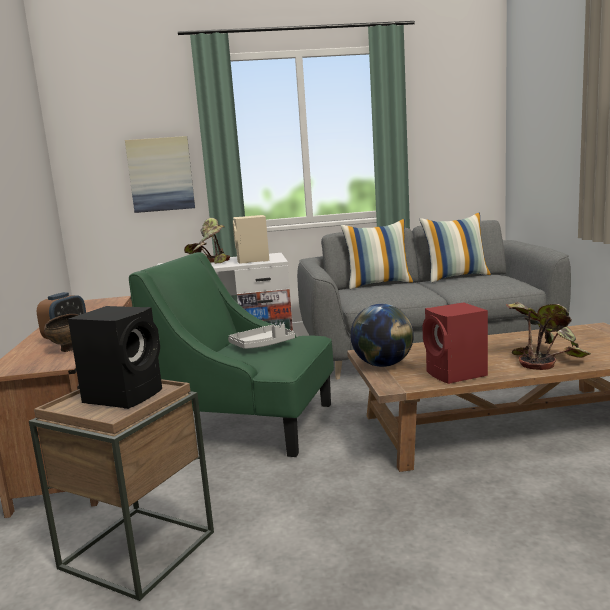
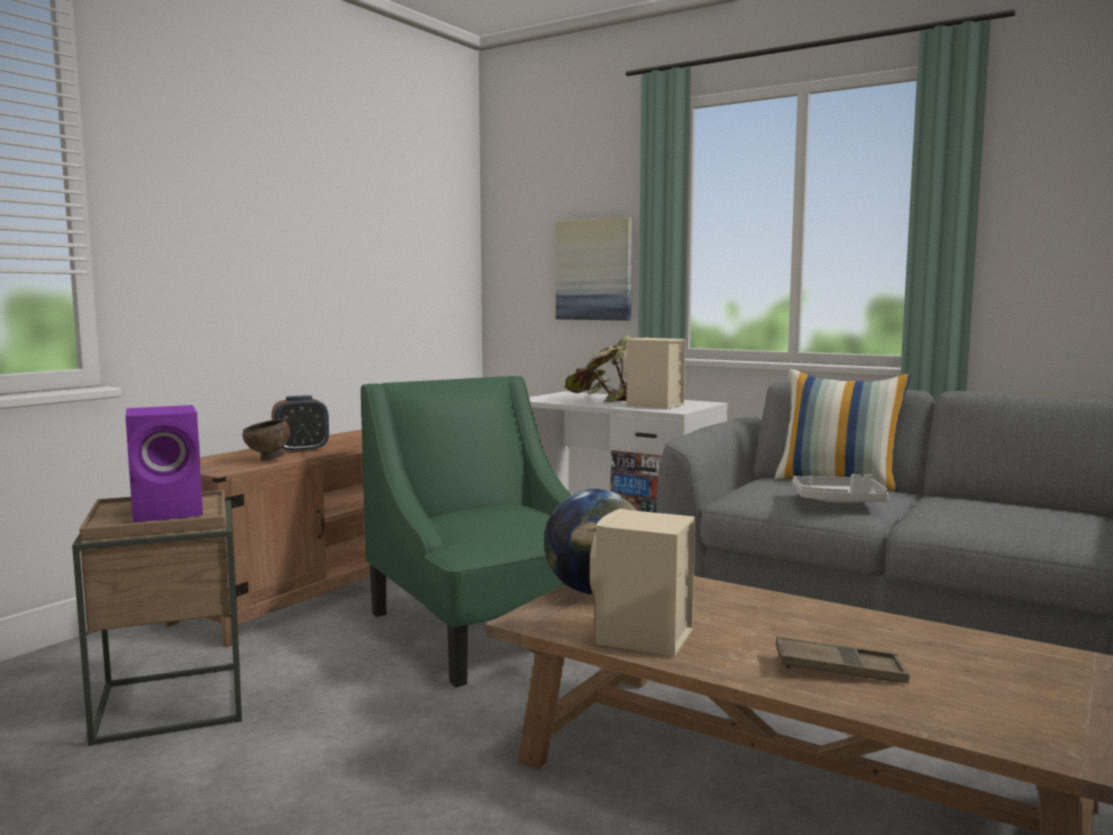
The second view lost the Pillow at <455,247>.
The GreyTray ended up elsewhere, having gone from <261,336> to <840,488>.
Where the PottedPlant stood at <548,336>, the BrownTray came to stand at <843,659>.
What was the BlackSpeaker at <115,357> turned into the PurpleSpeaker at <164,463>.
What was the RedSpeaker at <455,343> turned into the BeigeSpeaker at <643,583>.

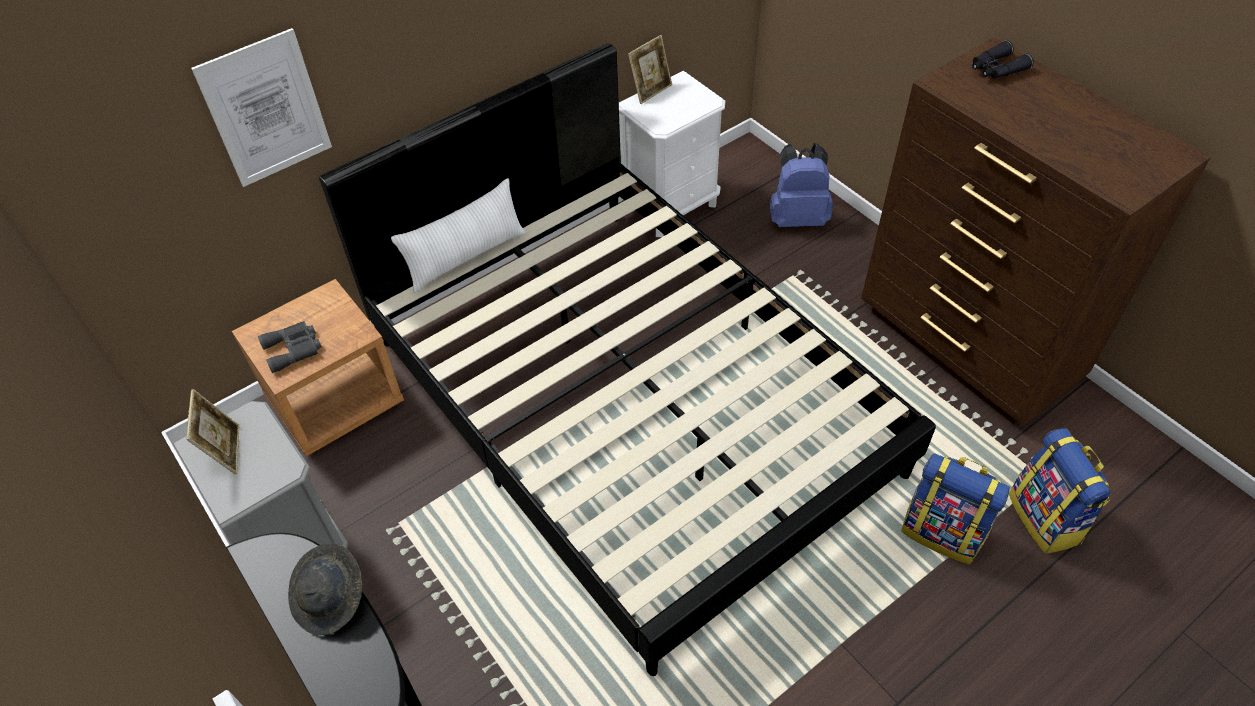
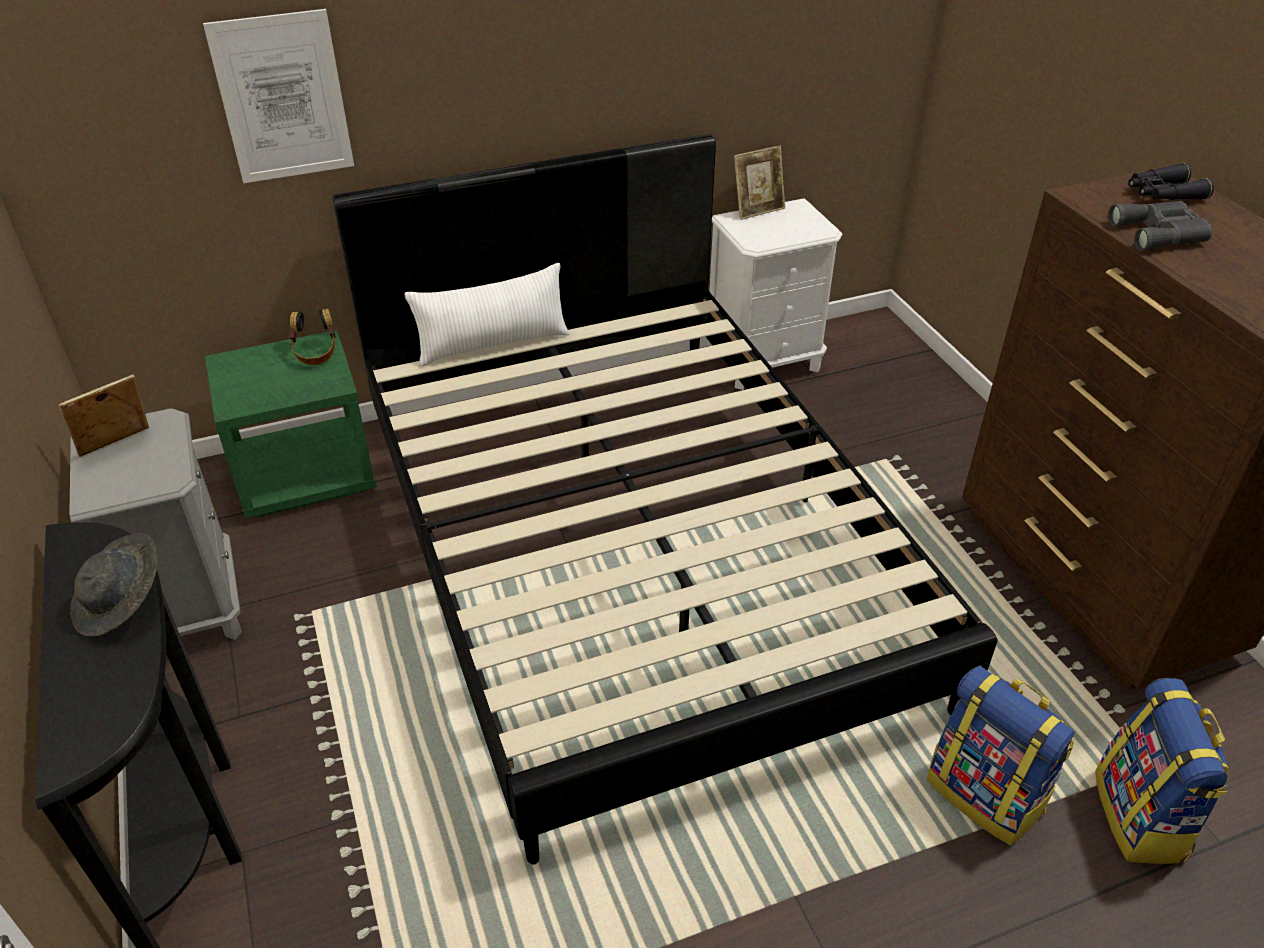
The second view lost the BlueBackpack at <801,184>.
The second view gained the Headphones at <313,337>.
The GreyBinoculars ended up elsewhere, having gone from <290,347> to <1160,226>.
What was the BrownNightstand at <318,367> turned into the GreenNightstand at <291,424>.
The PictureFrame at <213,431> ended up facing another way, 135 degrees counterclockwise from before.

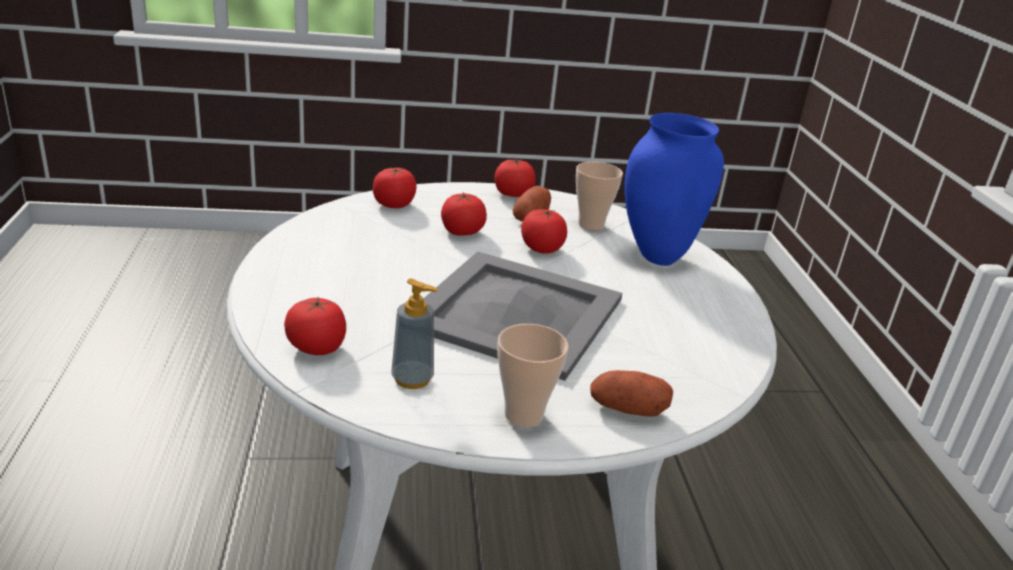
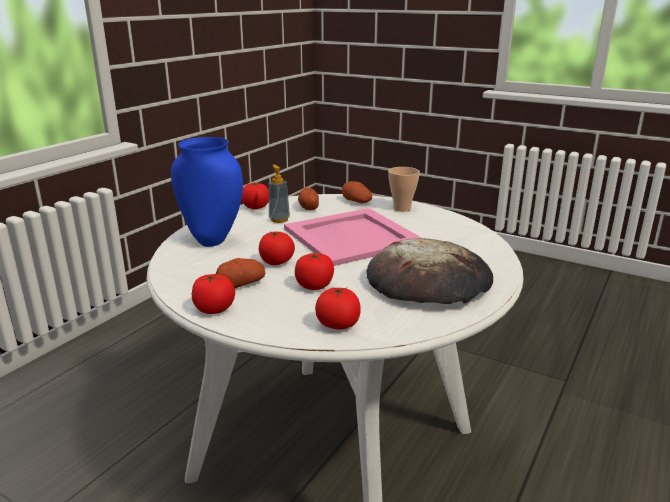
The second view lost the Cup at <599,196>.
The second view gained the Potato at <308,199>.
The second view gained the Bread at <429,271>.
The Tomato ended up elsewhere, having gone from <315,326> to <255,195>.
The SoapDispenser ended up elsewhere, having gone from <415,334> to <279,194>.
What was the GreyTray at <522,316> turned into the PinkTray at <353,237>.

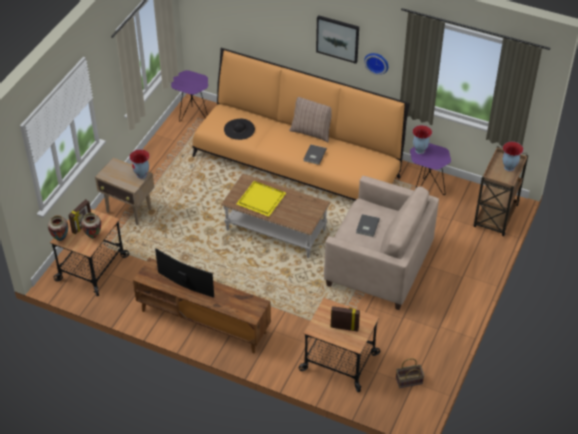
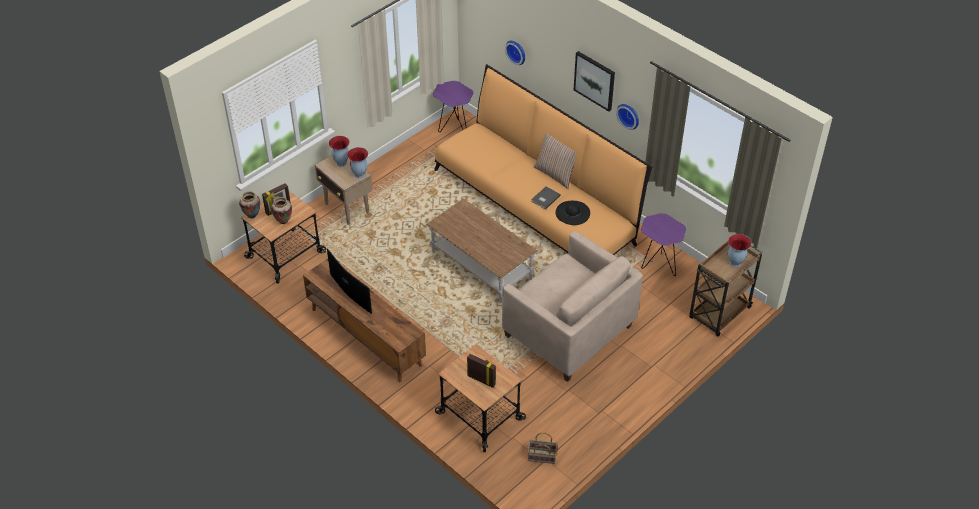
The second view lost the YellowTray at <261,199>.
The second view lost the GreyBook at <368,225>.
The second view gained the WallClock at <515,53>.
The BlackHat ended up elsewhere, having gone from <239,129> to <573,213>.
The Vase ended up elsewhere, having gone from <422,139> to <339,151>.

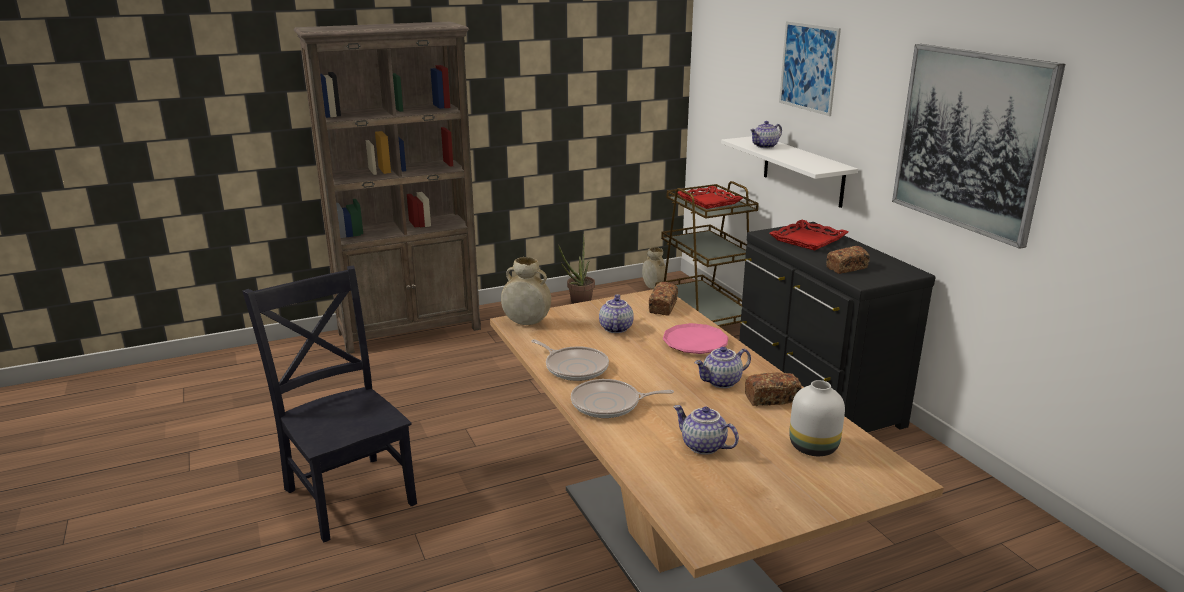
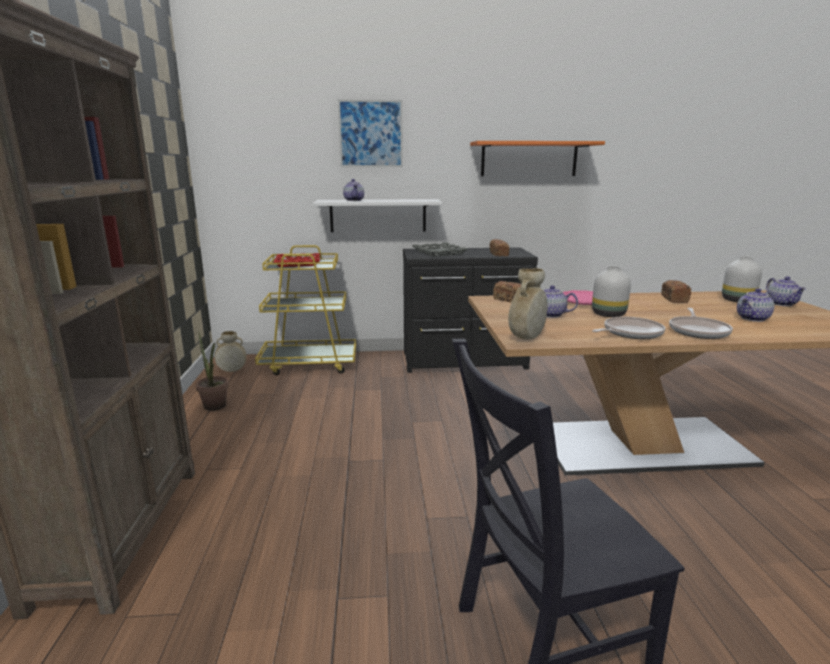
The second view gained the WhiteVase at <611,291>.
The Teapot ended up elsewhere, having gone from <722,367> to <786,291>.
Where the Picture hung at <978,146>, the OrangeShelf came to hang at <537,158>.
What was the BrownCart at <707,254> turned into the YellowCart at <305,310>.
What was the RedTray at <808,235> turned into the GreyTray at <440,249>.

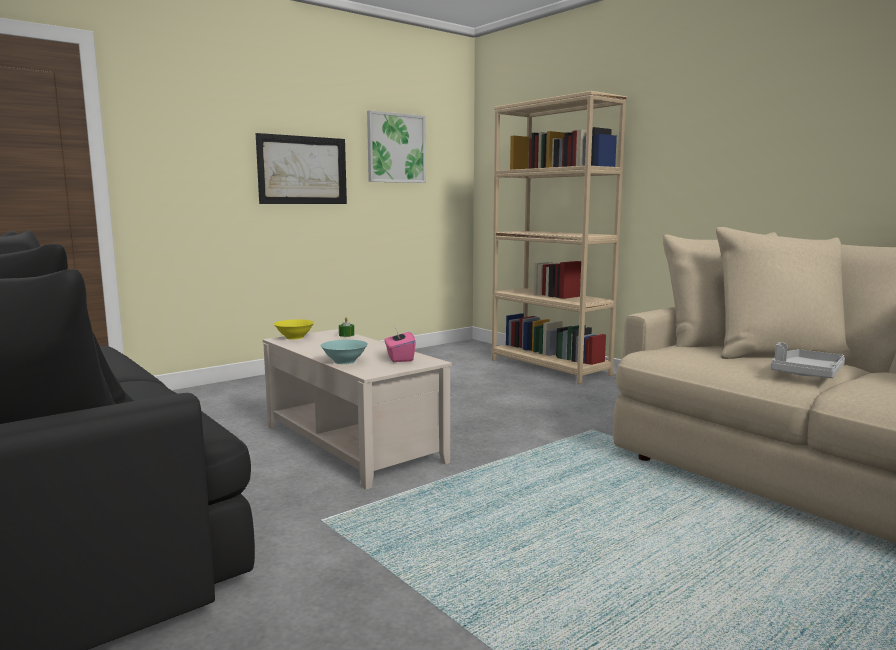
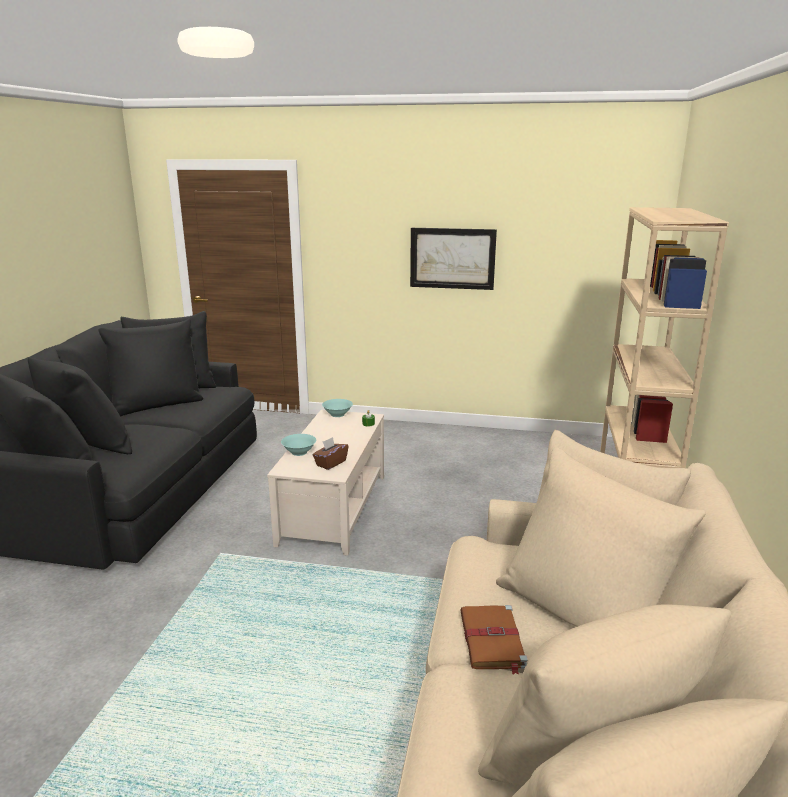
The second view lost the Picture at <396,146>.
Where the GreyTray stood at <808,360>, the BrownBook came to stand at <494,640>.
What was the YellowBowl at <294,329> turned into the TurquoiseBowl at <337,408>.
What was the PinkTissueBox at <400,343> turned into the BrownTissueBox at <331,453>.

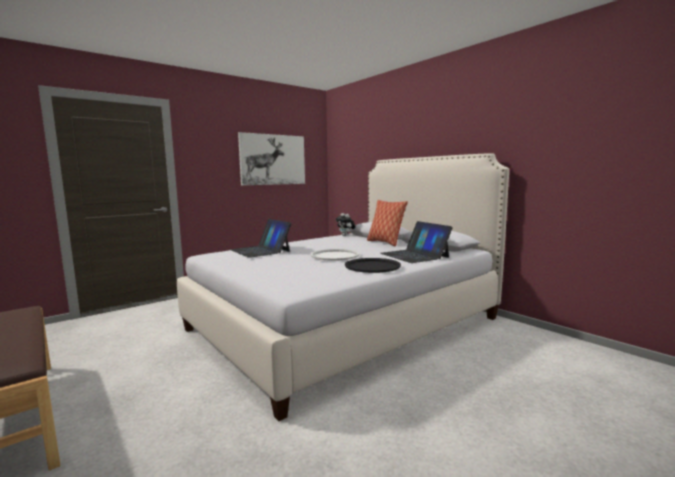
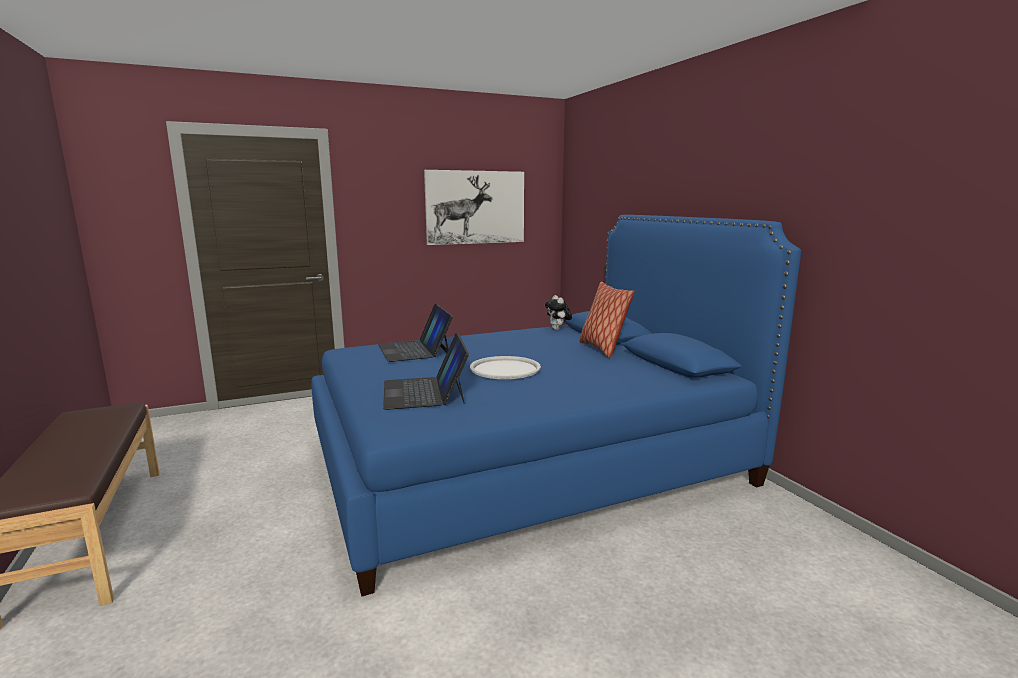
The second view lost the BlackTray at <373,265>.
The Laptop ended up elsewhere, having gone from <416,242> to <426,371>.
What was the WhiteBed at <343,287> turned into the BlueBed at <556,406>.

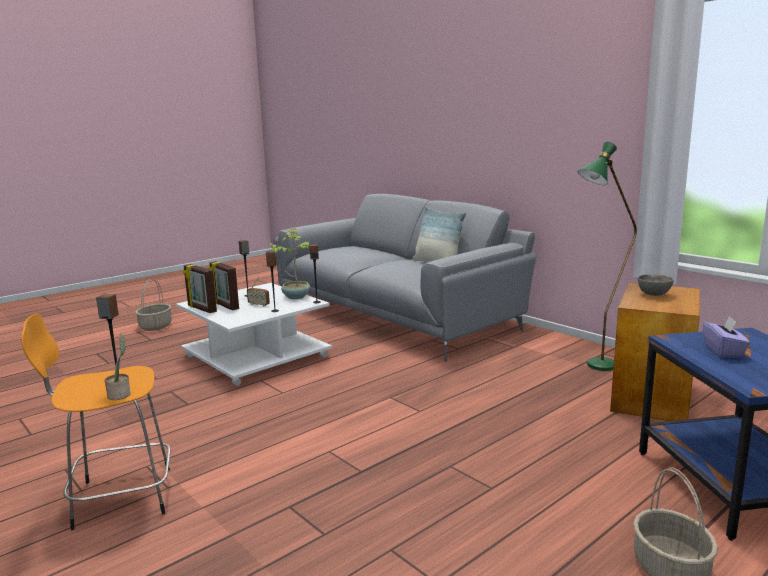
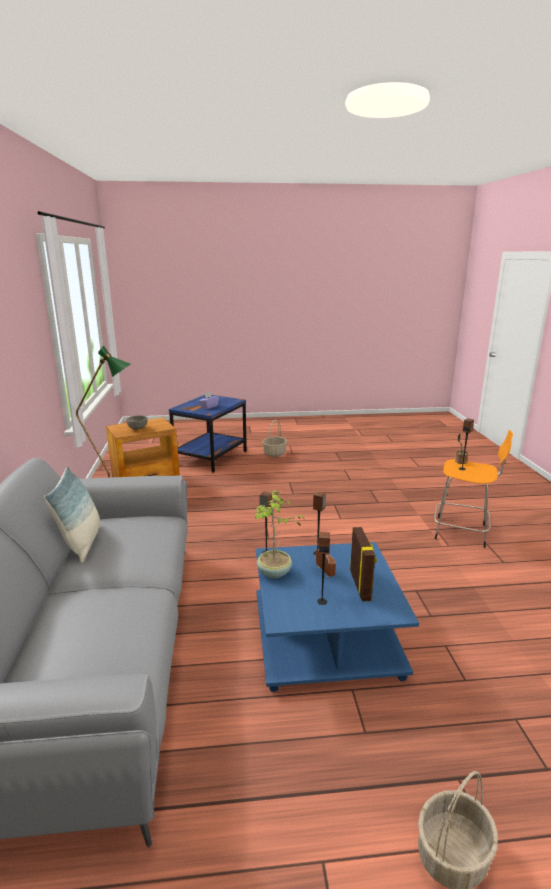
The second view lost the PictureFrame at <200,288>.
What was the WhiteCoffeeTable at <254,334> turned into the BlueCoffeeTable at <337,617>.

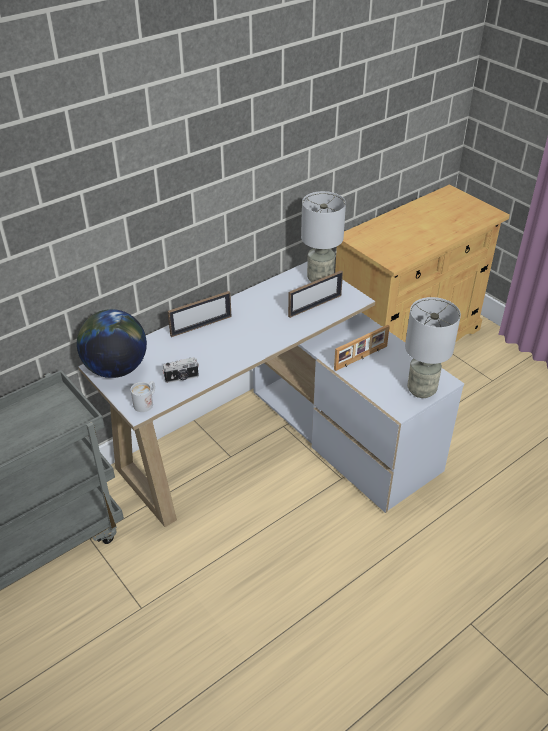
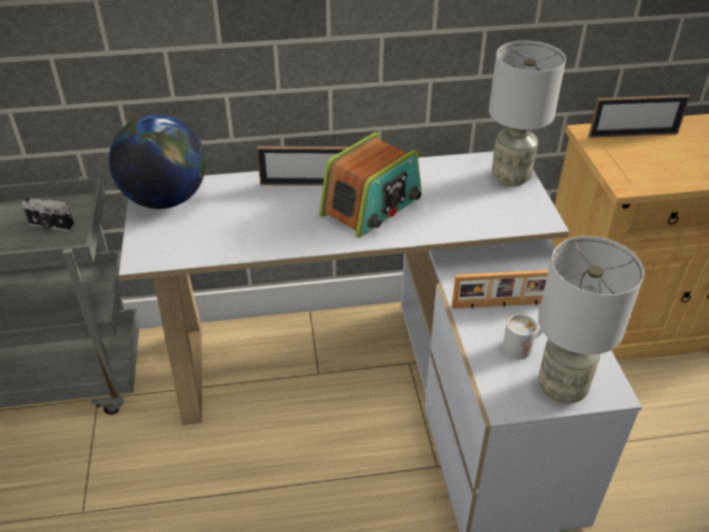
The second view gained the Radio at <370,185>.
The WhiteMug ended up elsewhere, having gone from <143,396> to <522,336>.
The PhotoCamera ended up elsewhere, having gone from <180,370> to <48,214>.
The PictureFrame ended up elsewhere, having gone from <315,294> to <639,116>.

